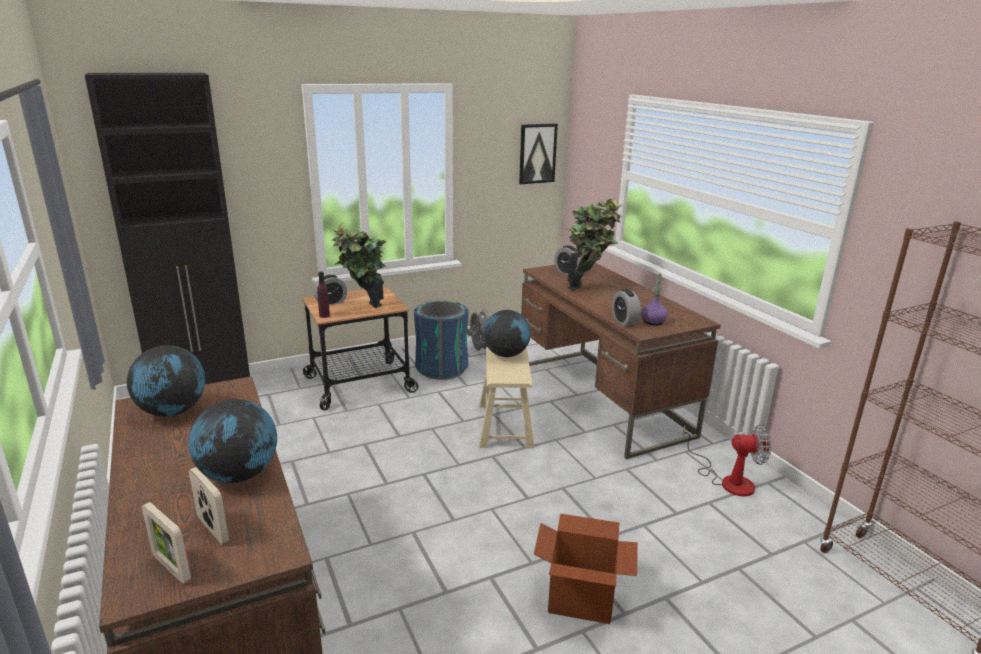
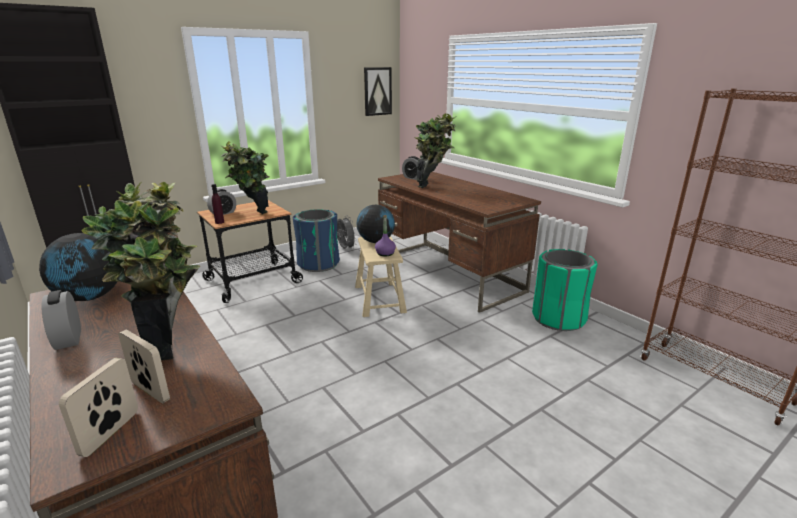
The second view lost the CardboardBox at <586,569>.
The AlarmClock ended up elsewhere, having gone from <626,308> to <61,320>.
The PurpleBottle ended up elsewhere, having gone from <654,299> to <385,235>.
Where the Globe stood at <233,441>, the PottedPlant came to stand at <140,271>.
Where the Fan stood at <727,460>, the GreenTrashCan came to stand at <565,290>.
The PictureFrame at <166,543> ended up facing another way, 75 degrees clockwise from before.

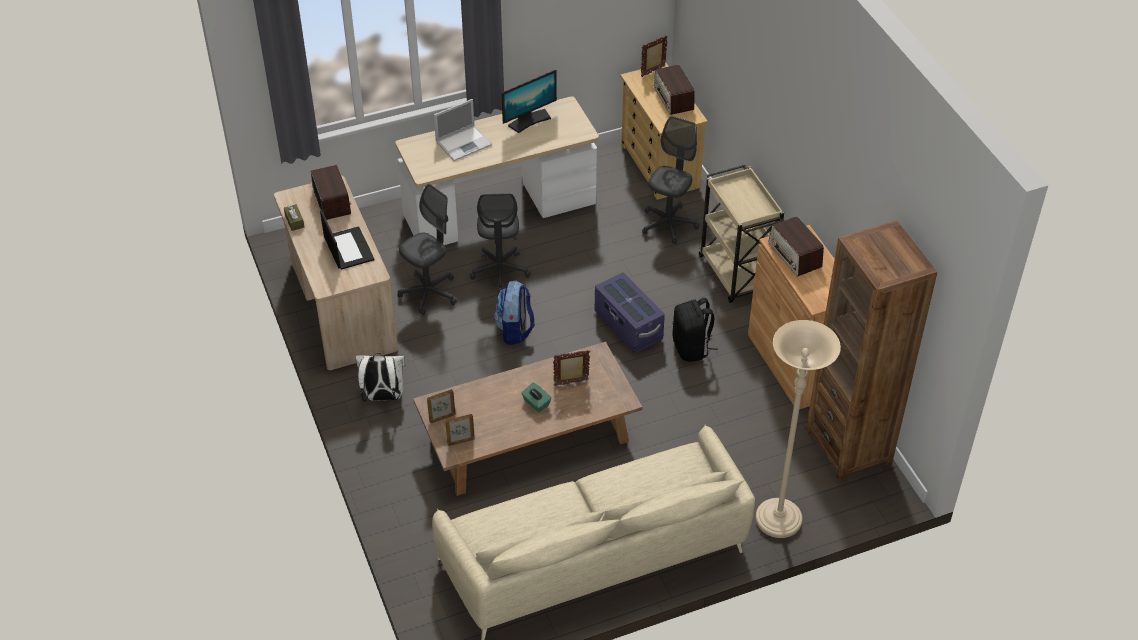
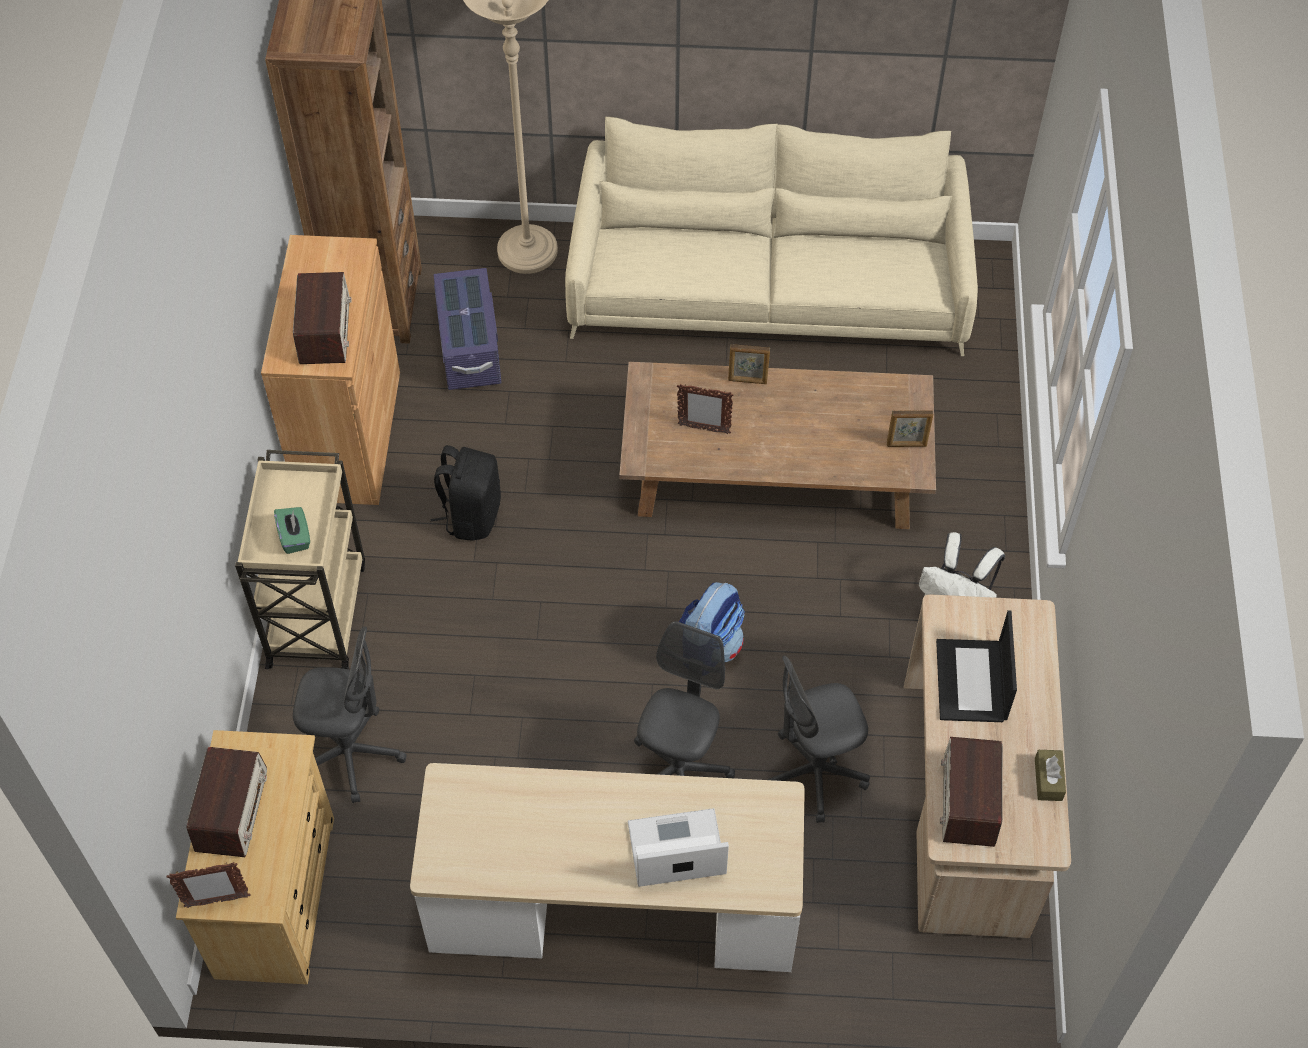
The second view lost the Monitor at <529,101>.
The PictureFrame ended up elsewhere, having gone from <460,430> to <749,364>.
The GreenTissueBox ended up elsewhere, having gone from <536,397> to <292,530>.
The PurpleStorageBox ended up elsewhere, having gone from <630,312> to <467,329>.
The GreyOfficeChair at <670,180> ended up facing another way, 135 degrees counterclockwise from before.

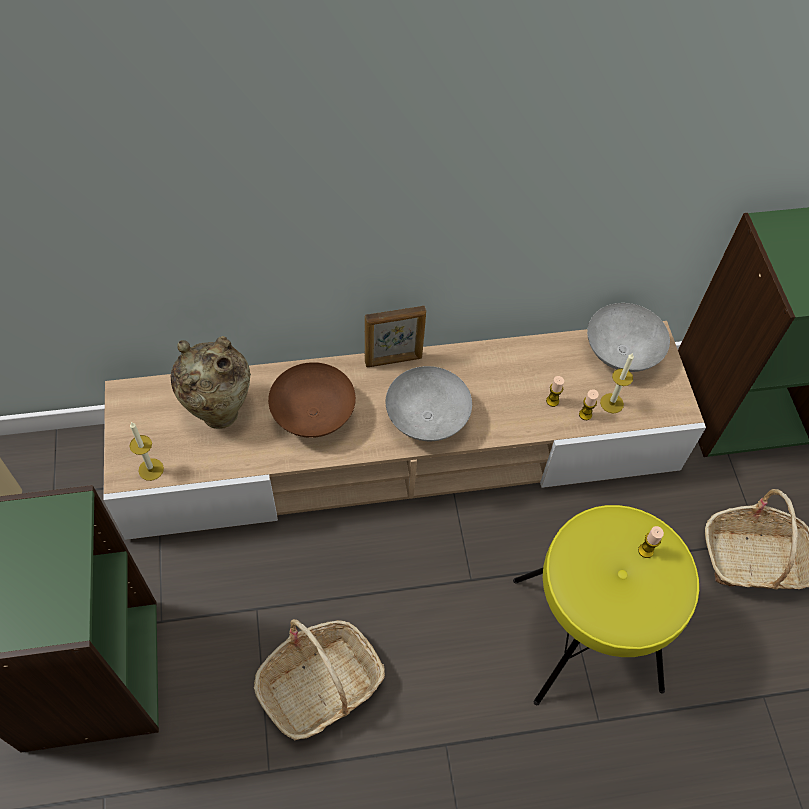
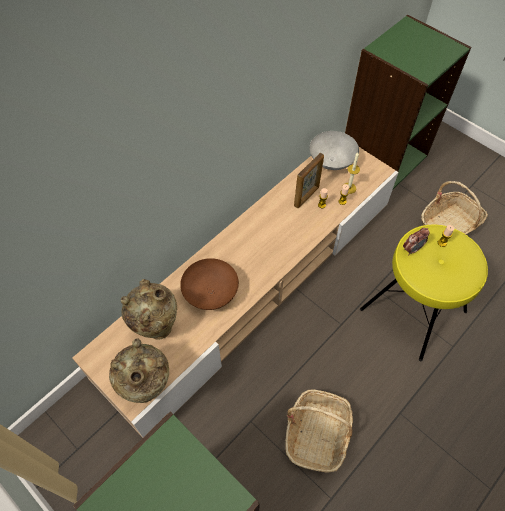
The second view lost the GreyBowl at <428,403>.
The second view gained the AlarmClock at <416,241>.
The PictureFrame ended up elsewhere, having gone from <395,336> to <309,180>.
Where the Candle stood at <146,451>, the BeigeVase came to stand at <139,370>.

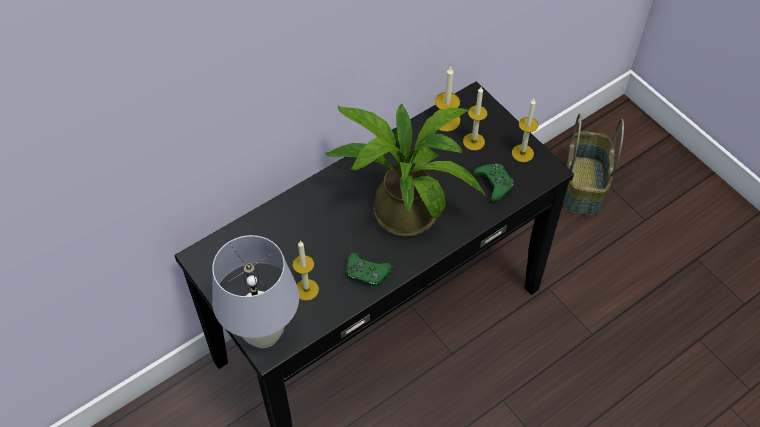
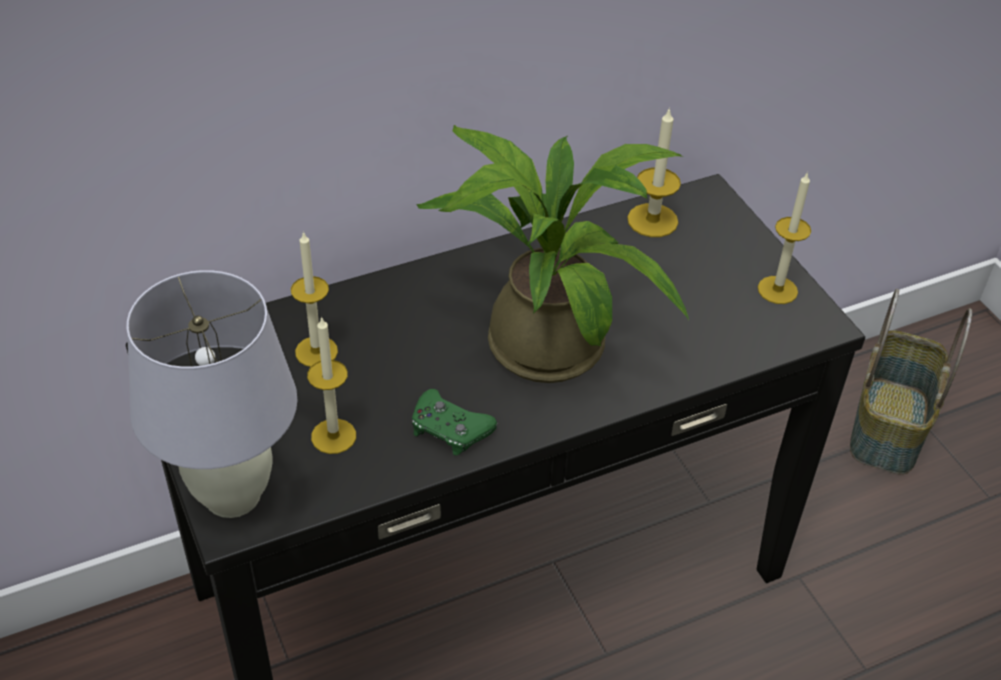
The second view lost the GreenGameController at <493,183>.
The Candle ended up elsewhere, having gone from <475,119> to <314,299>.

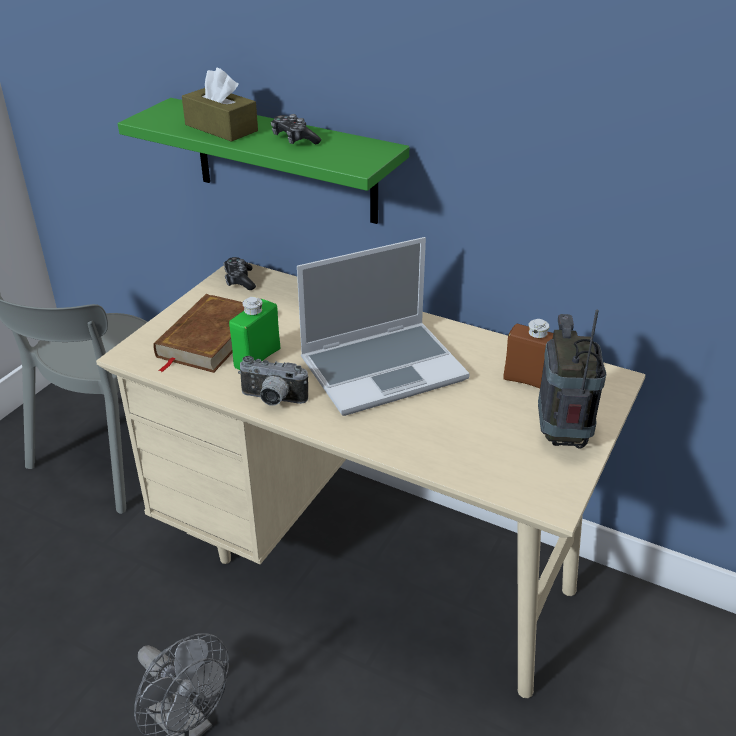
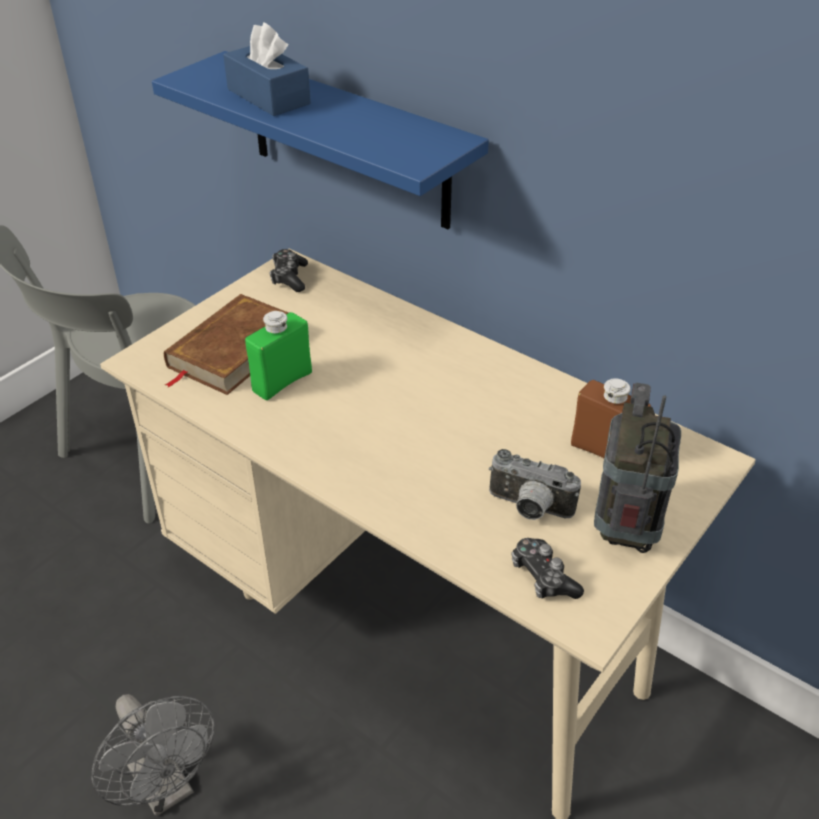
The second view lost the Laptop at <383,326>.
The PhotoCamera ended up elsewhere, having gone from <273,381> to <535,484>.
The GameController ended up elsewhere, having gone from <296,129> to <547,568>.
What was the GreenShelf at <263,161> turned into the BlueShelf at <320,140>.
What was the BrownTissueBox at <220,105> turned into the BlueTissueBox at <267,69>.

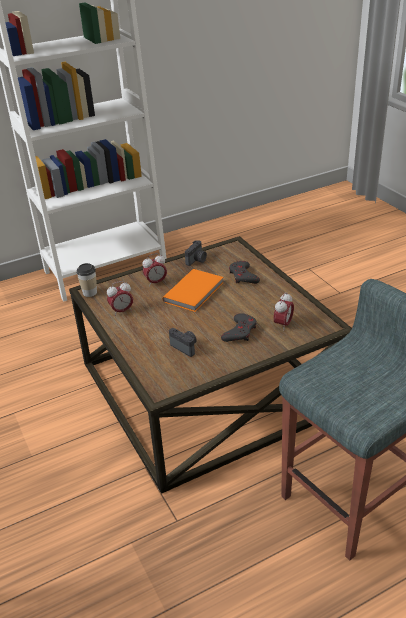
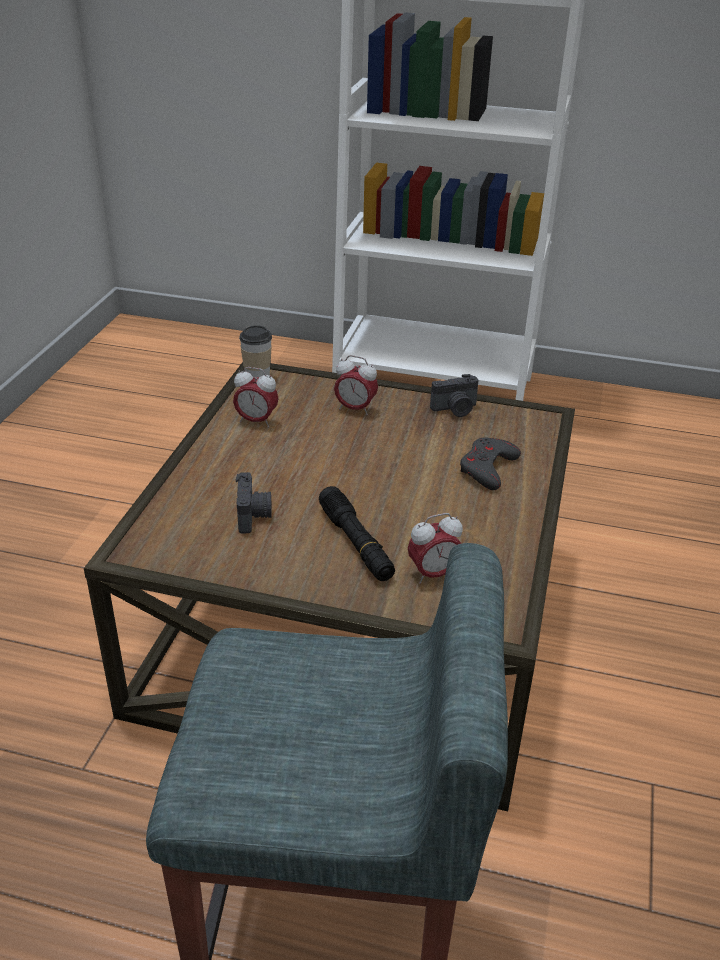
The second view lost the OrangeBook at <193,290>.
Where the GreyGameController stood at <239,327>, the BlackFlashlight came to stand at <357,533>.

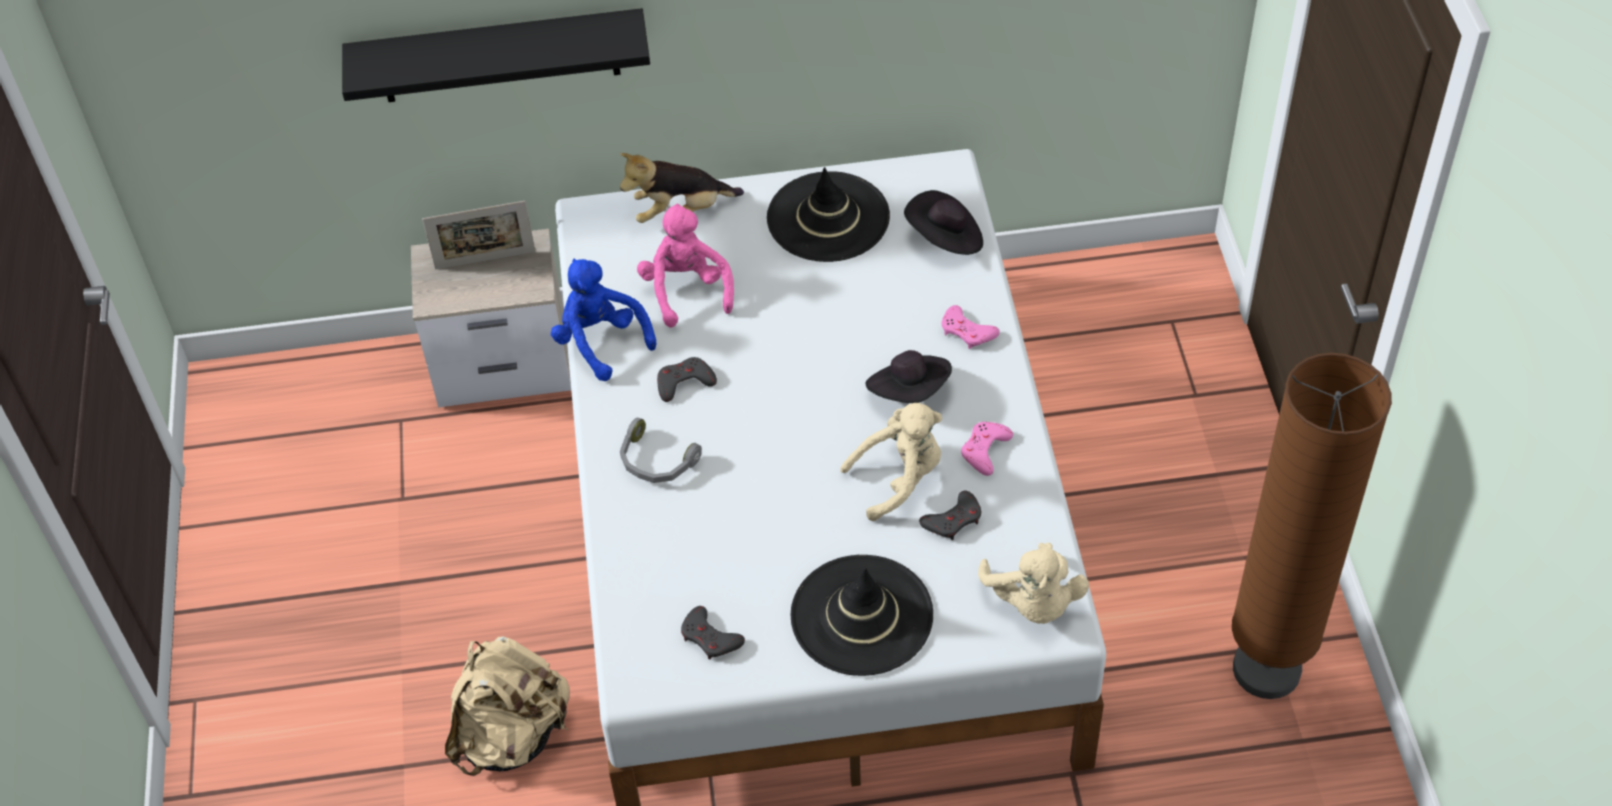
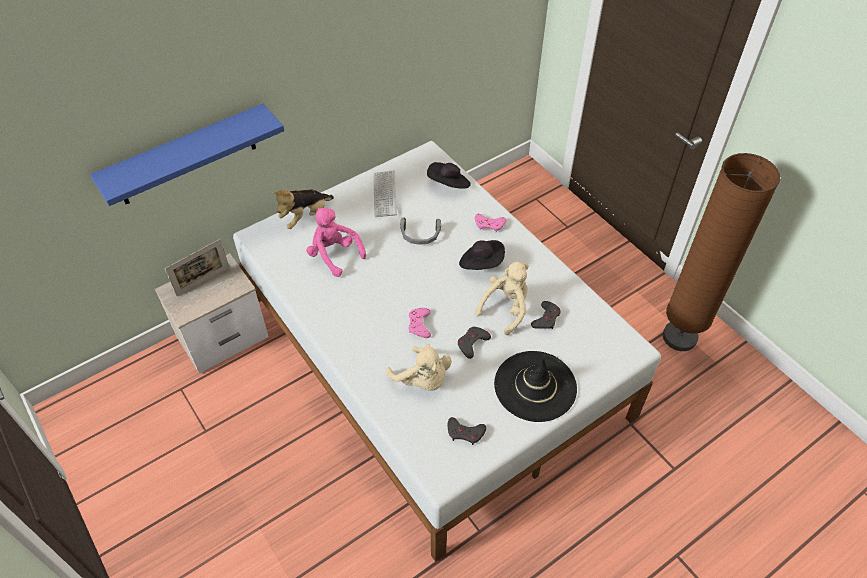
The second view lost the BeigeBackpack at <507,706>.
The second view lost the BluePlushToy at <603,320>.
The GreyHeadphones ended up elsewhere, having gone from <661,450> to <420,231>.
The GreyGameController ended up elsewhere, having gone from <687,379> to <474,343>.
The PinkGameController ended up elsewhere, having gone from <987,449> to <420,323>.
The BeigePlushToy ended up elsewhere, having gone from <1033,583> to <419,367>.
Where the BlackHat stood at <828,214>, the Keyboard came to stand at <385,193>.
What was the BlackShelf at <496,55> turned into the BlueShelf at <187,155>.

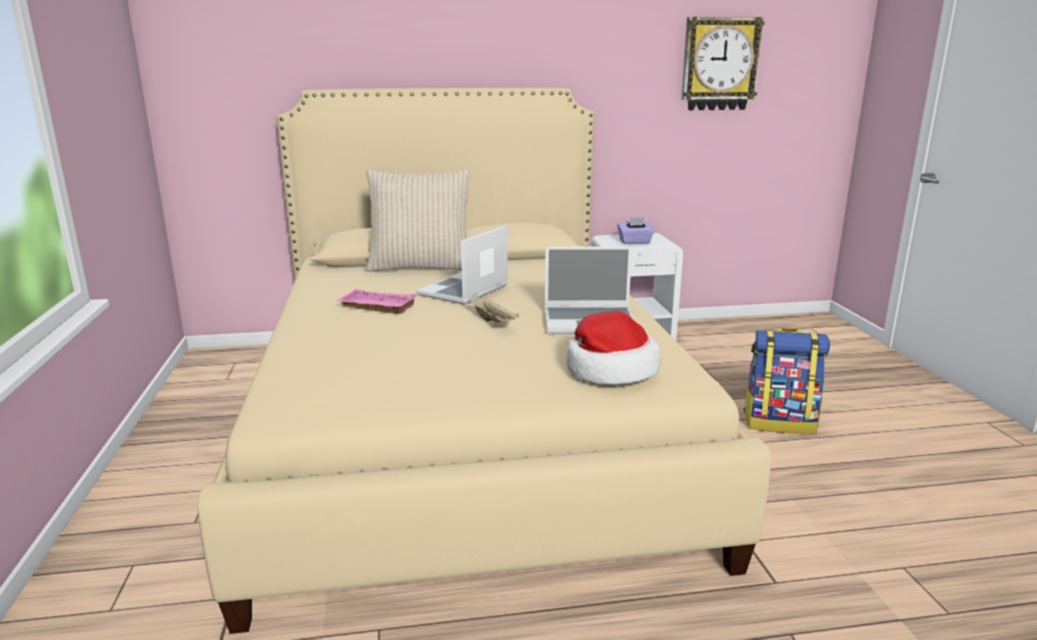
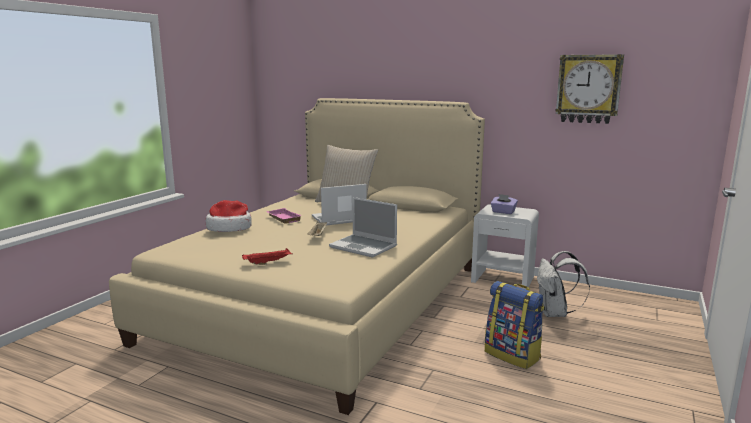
The second view gained the RedTray at <267,256>.
The second view gained the WhiteBackpack at <563,284>.
The Hat ended up elsewhere, having gone from <613,348> to <229,216>.

